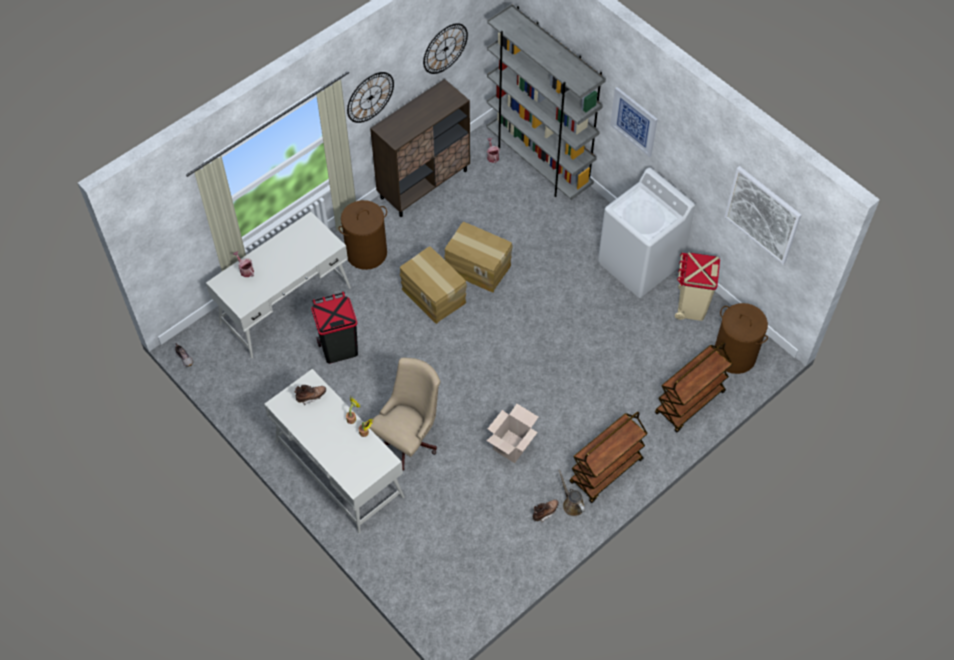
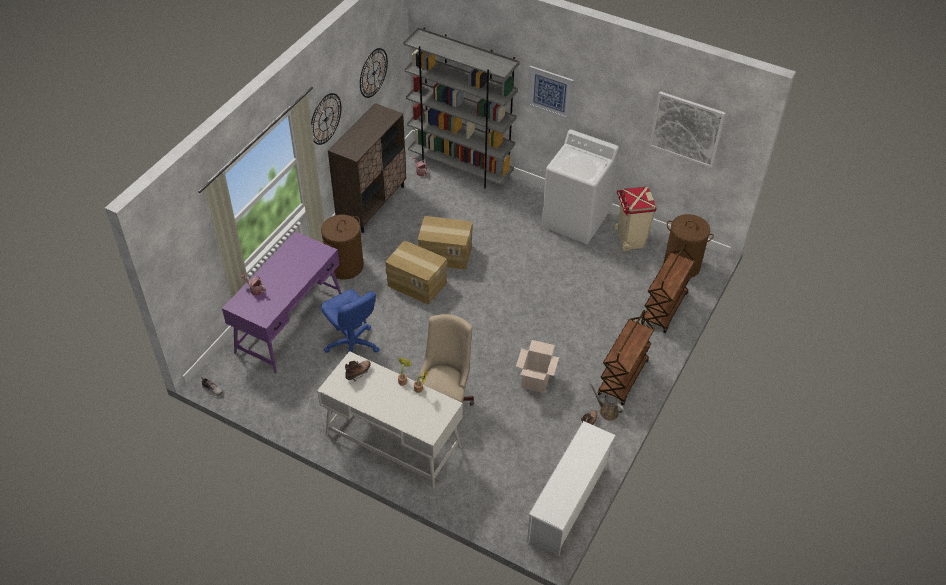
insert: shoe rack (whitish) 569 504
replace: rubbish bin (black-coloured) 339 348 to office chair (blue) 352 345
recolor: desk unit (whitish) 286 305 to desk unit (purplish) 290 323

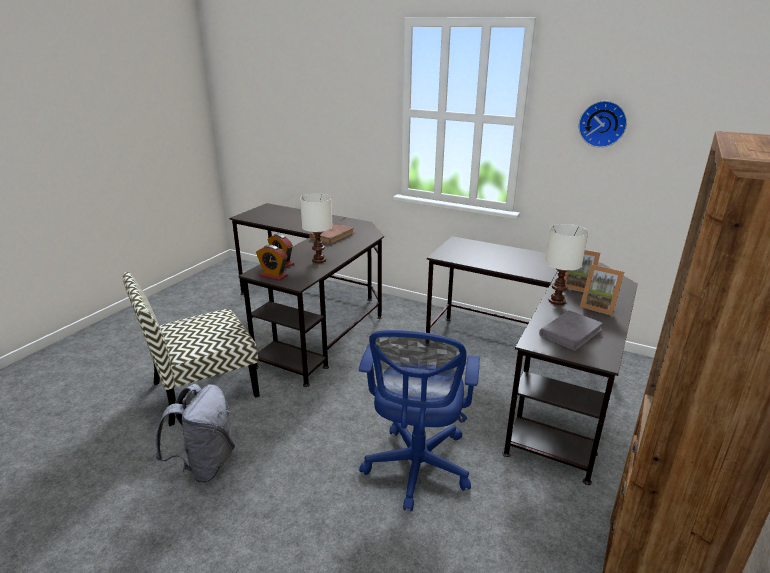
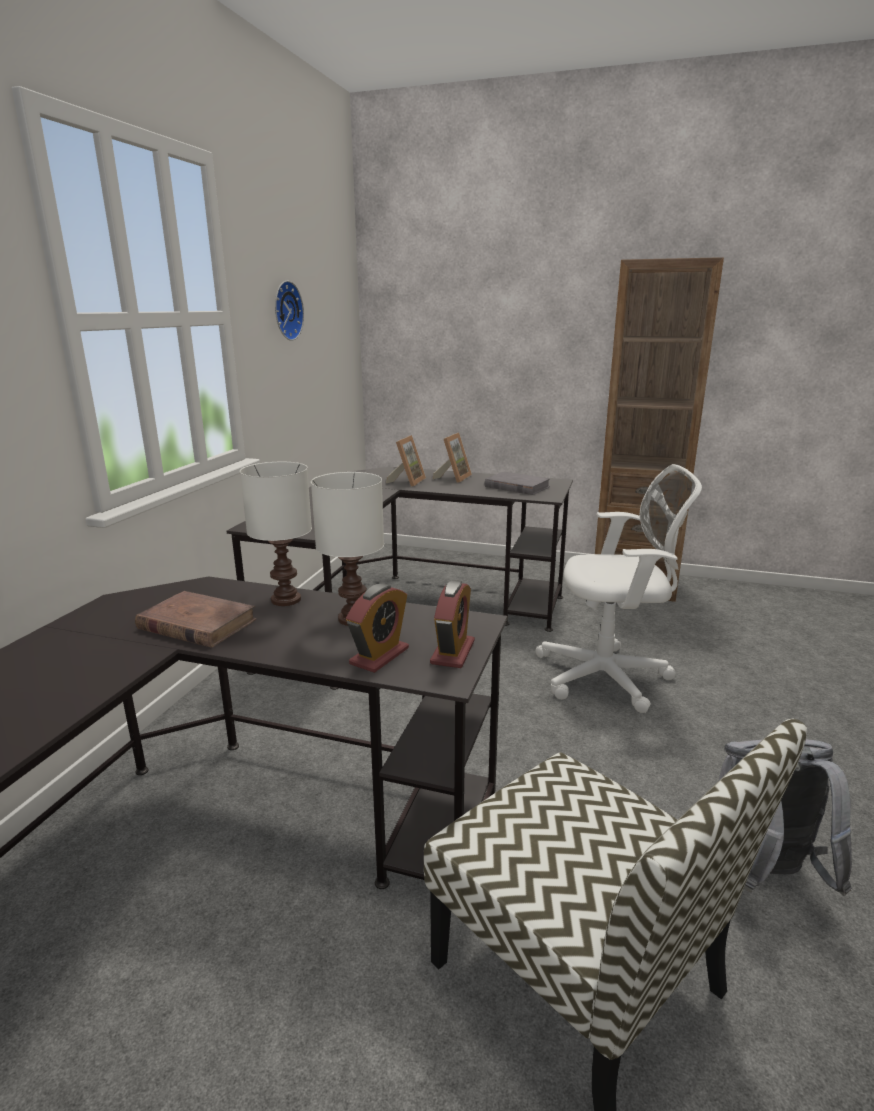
move: table lamp (whitish) 557 301 to 285 599
recolor: office chair (blue) 416 469 to office chair (whitish) 609 677

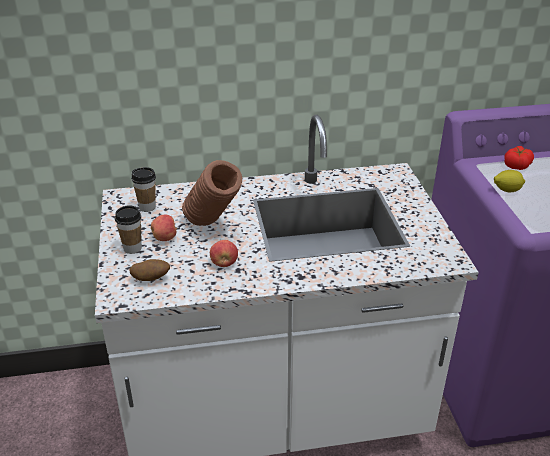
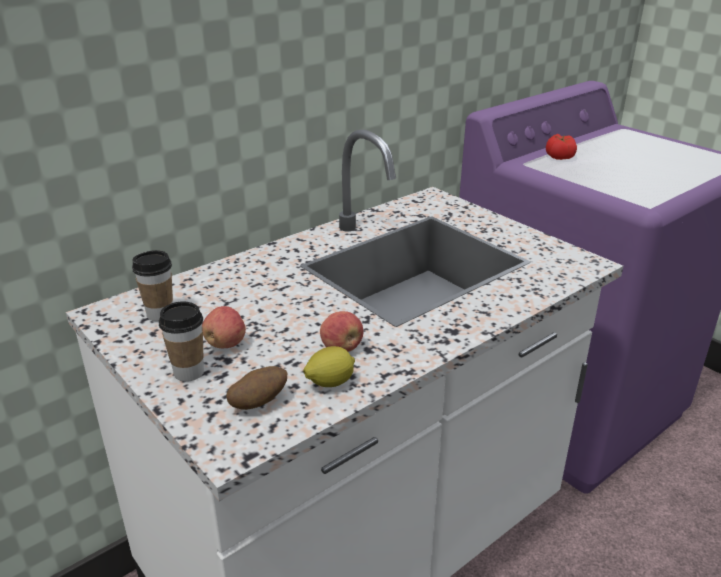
delete: decorative vase (brown-coloured) 213 227
move: lemon 507 190 to 330 383

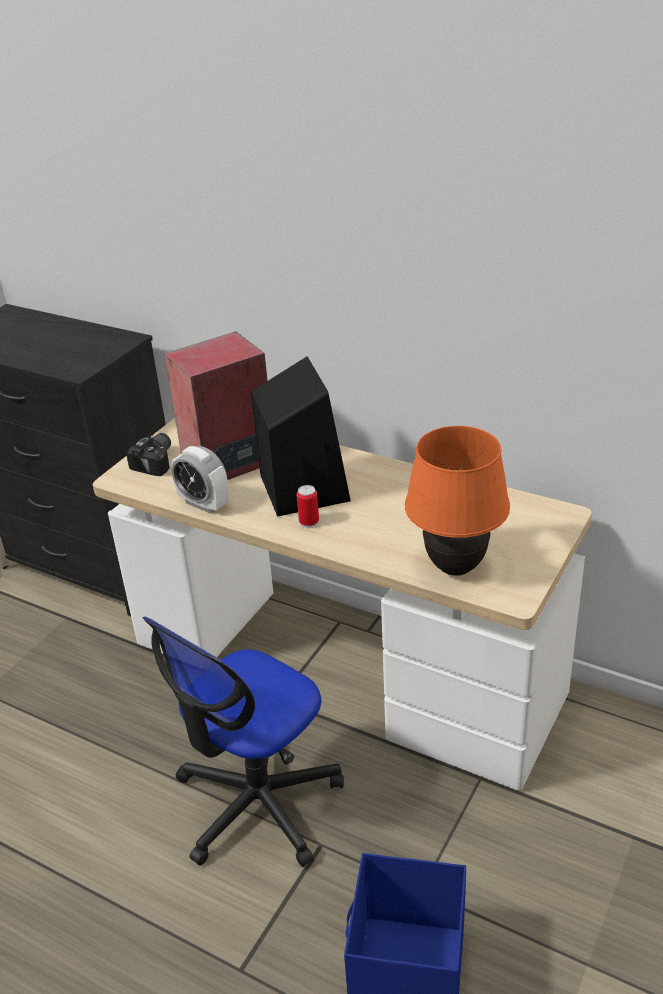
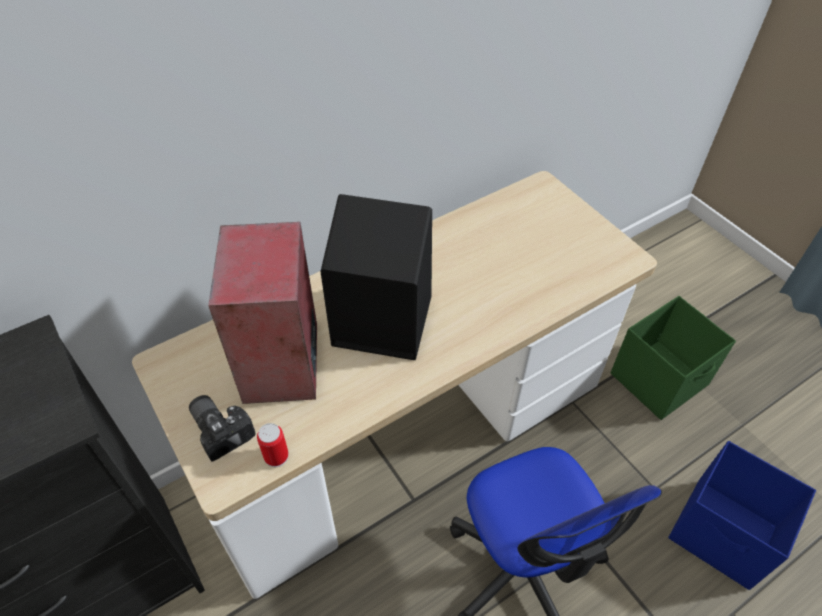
delete: alarm clock 203 504; table lamp (orange-coloured) 455 567
insert: storage container (green-coloured) 660 379
move: can 309 522 to 276 456

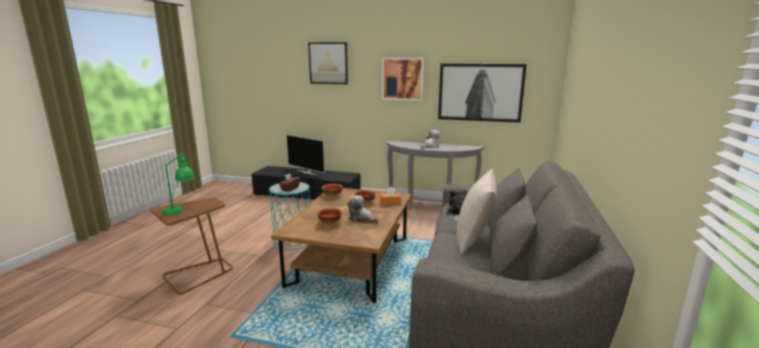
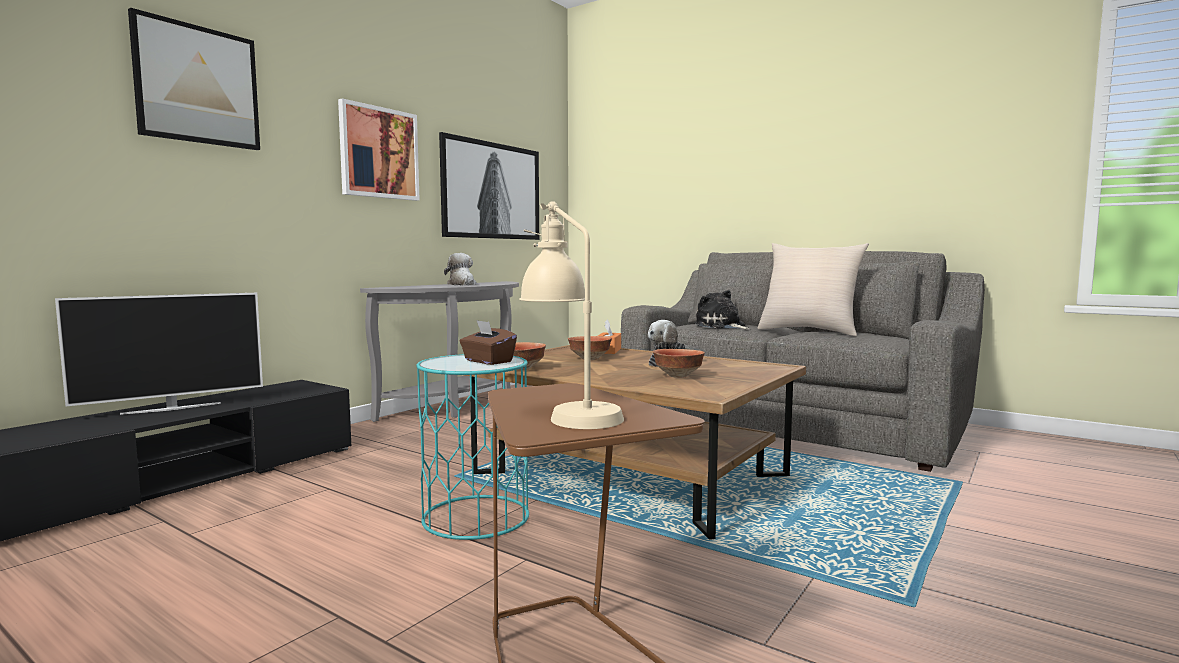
recolor: table lamp (green-coloured) 181 208 to table lamp (sand-coloured) 568 413

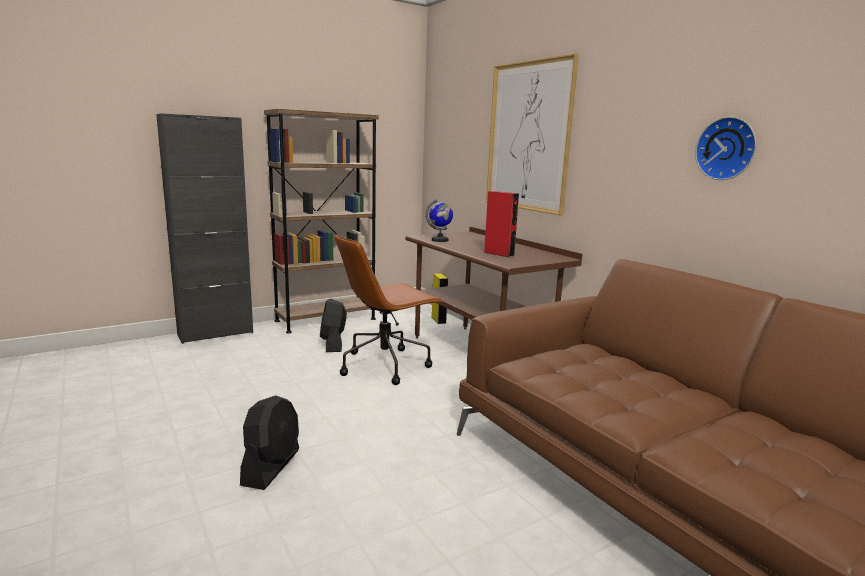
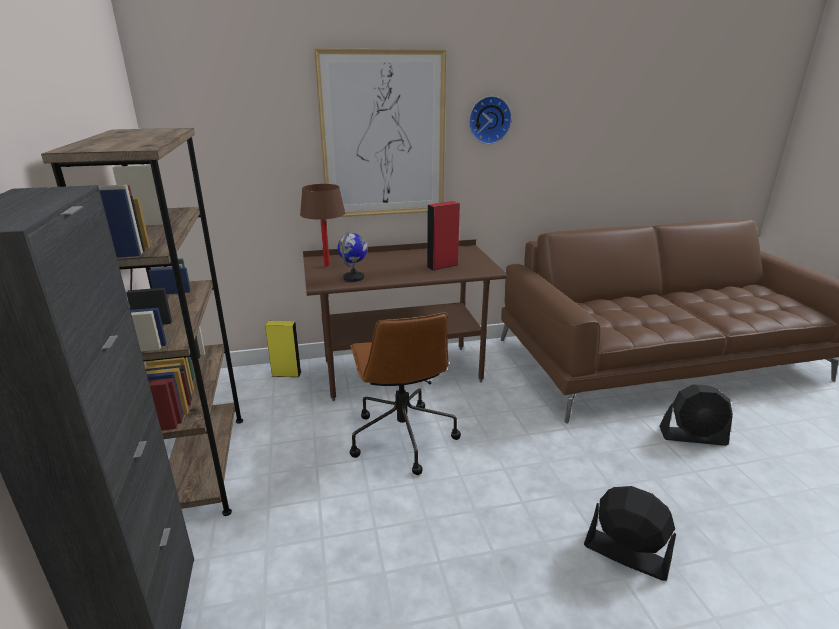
insert: table lamp (brown-coloured) 327 266
move: fan (black-coloured) 333 344 to 693 436; wall clock 727 149 to 489 120

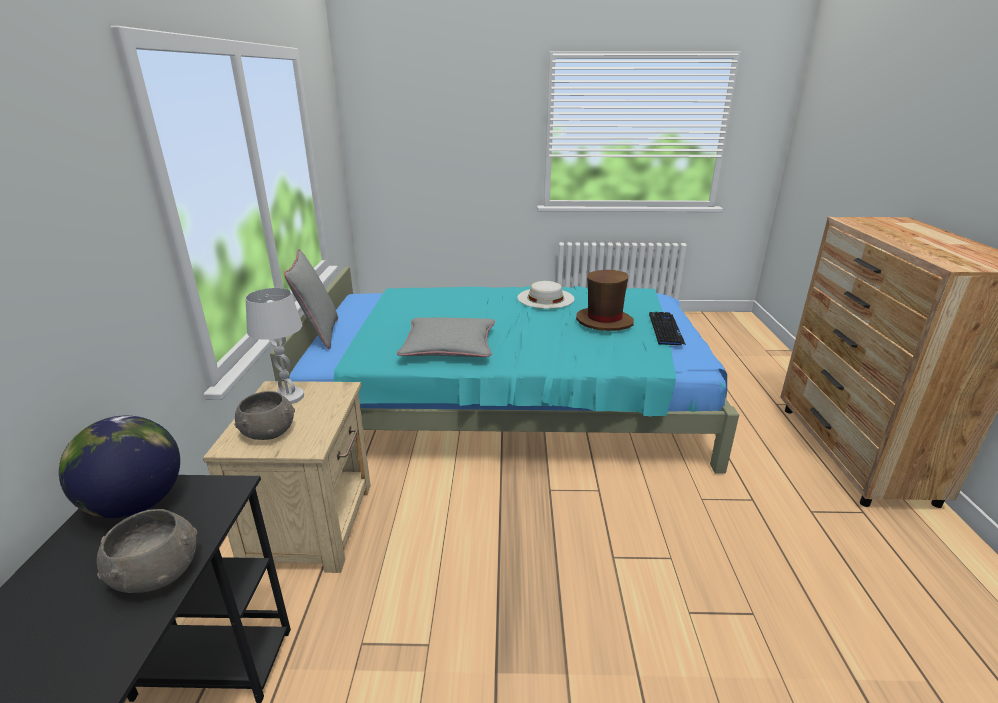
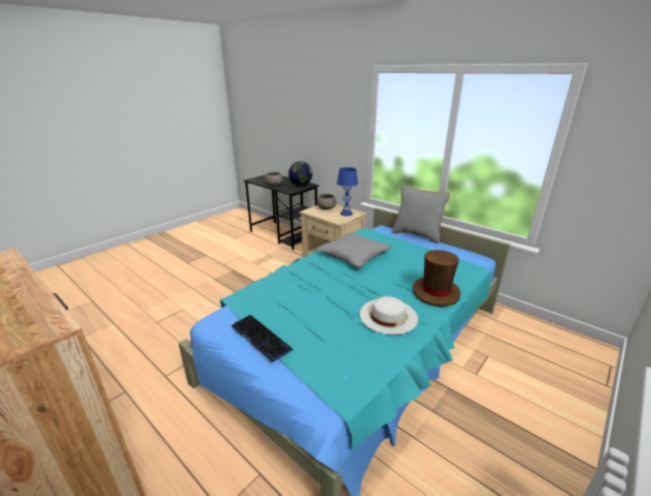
move: clothing hat (brown-coloured) 604 321 to 436 292
recolor: table lamp (whitish) 288 397 to table lamp (blue) 346 213

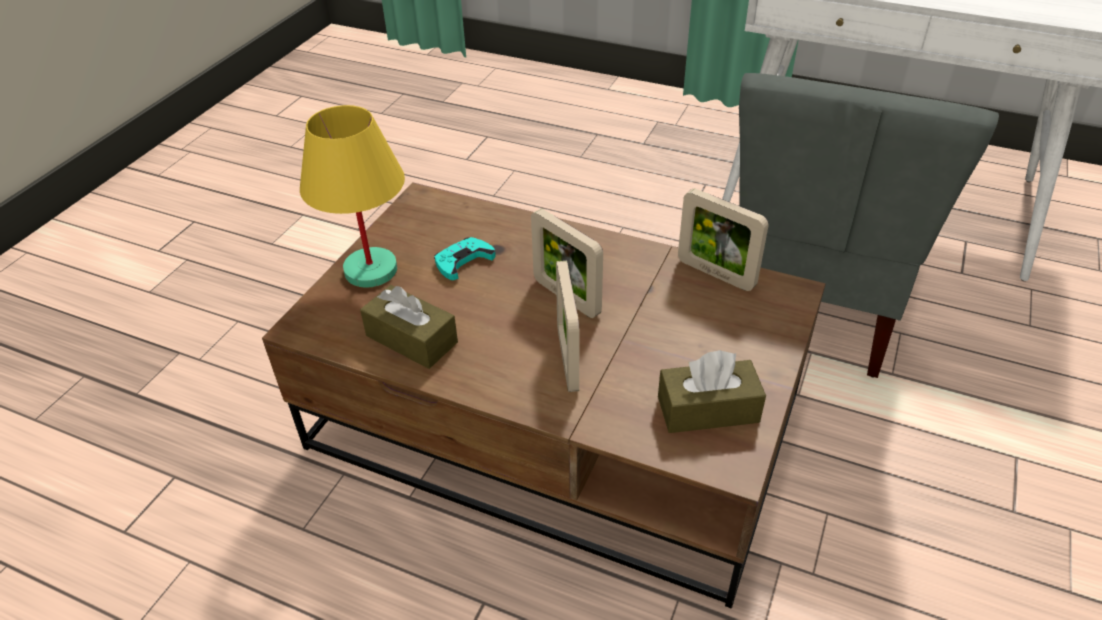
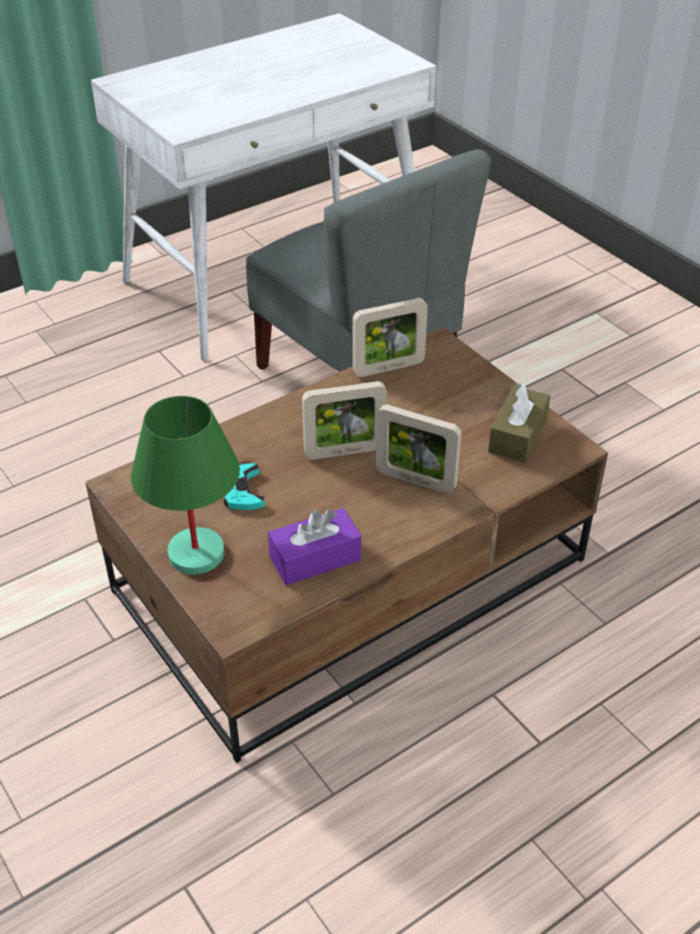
recolor: table lamp (yellow-coloured) 372 270 to table lamp (green-coloured) 197 553; box of tissues (brown-coloured) 411 339 to box of tissues (purplish) 315 558

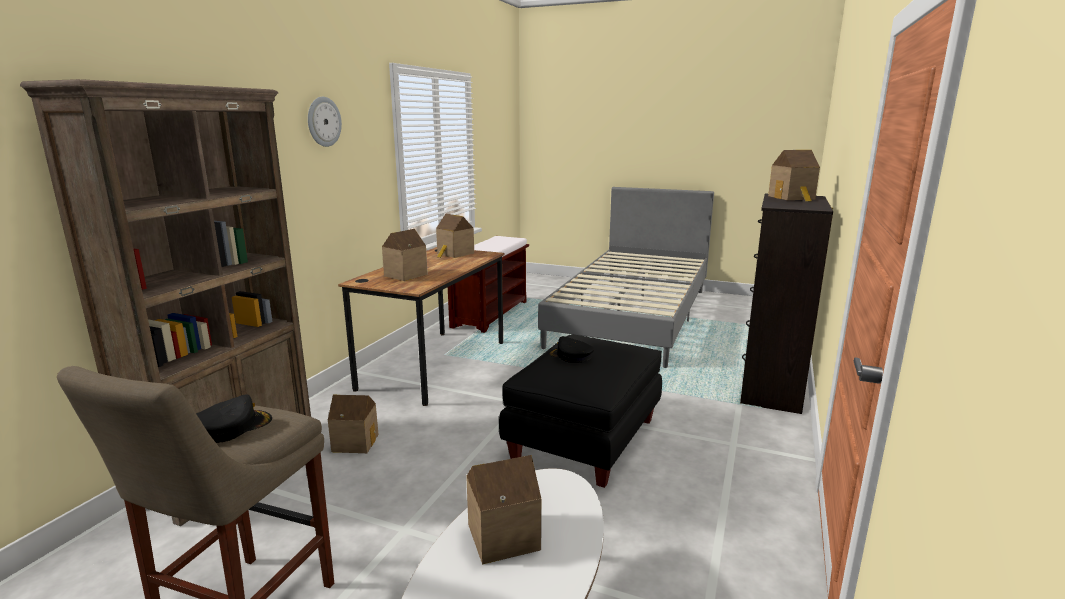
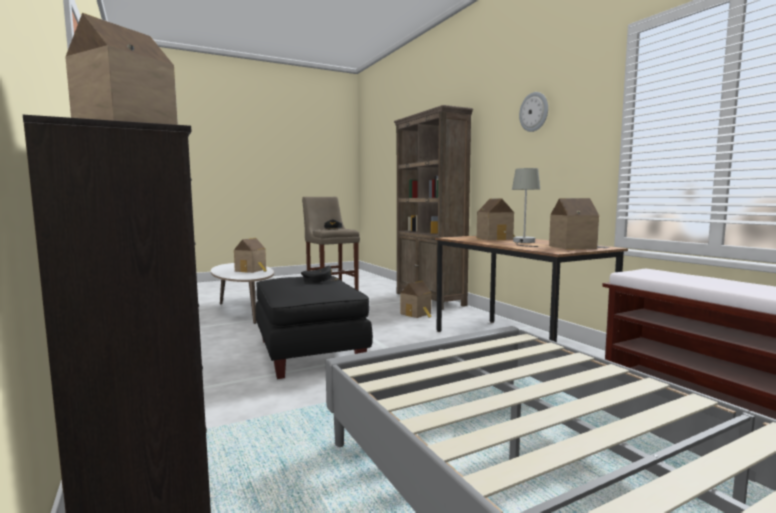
insert: table lamp (greyish) 523 242

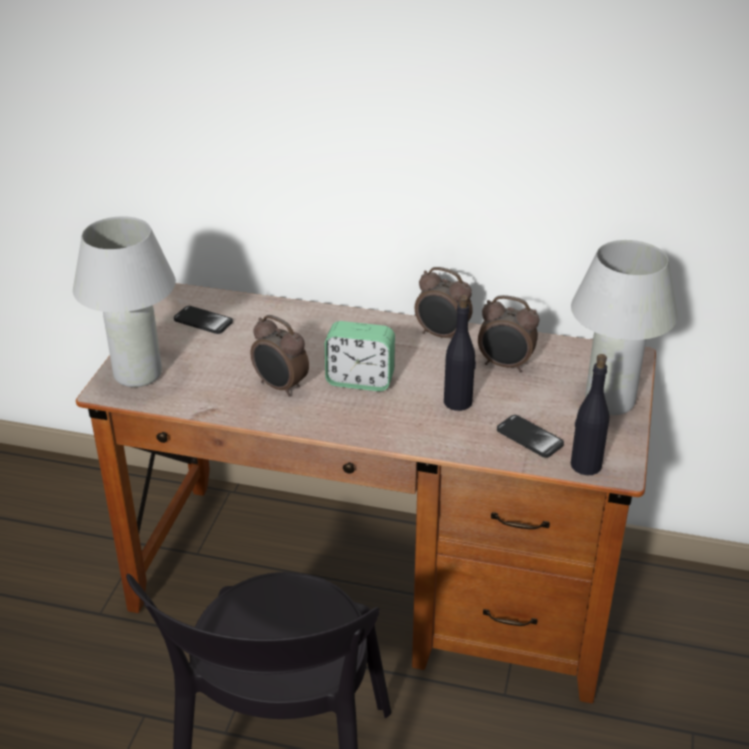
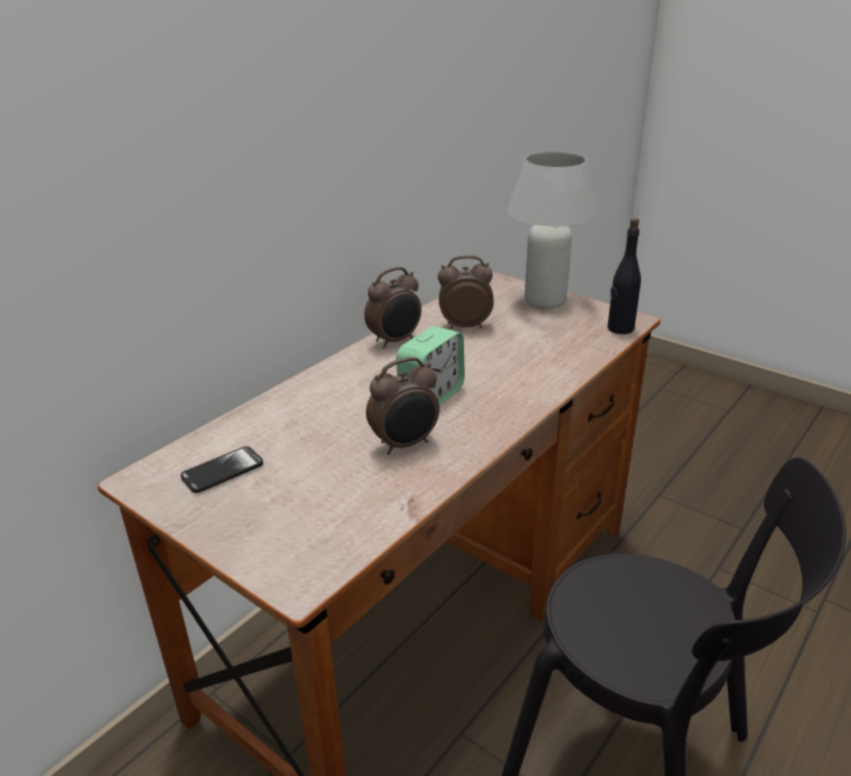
delete: table lamp (whitish) 138 374; bottle (black-coloured) 458 402; handset 529 437
rotate: alarm clock 505 365 = 465 326 135 degrees counterclockwise

